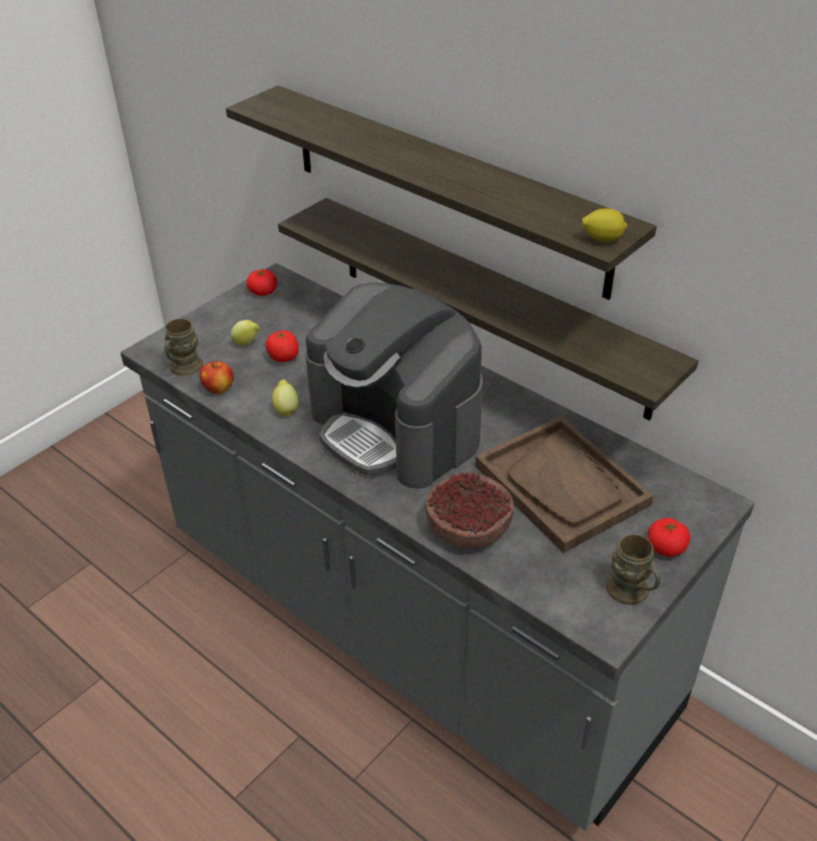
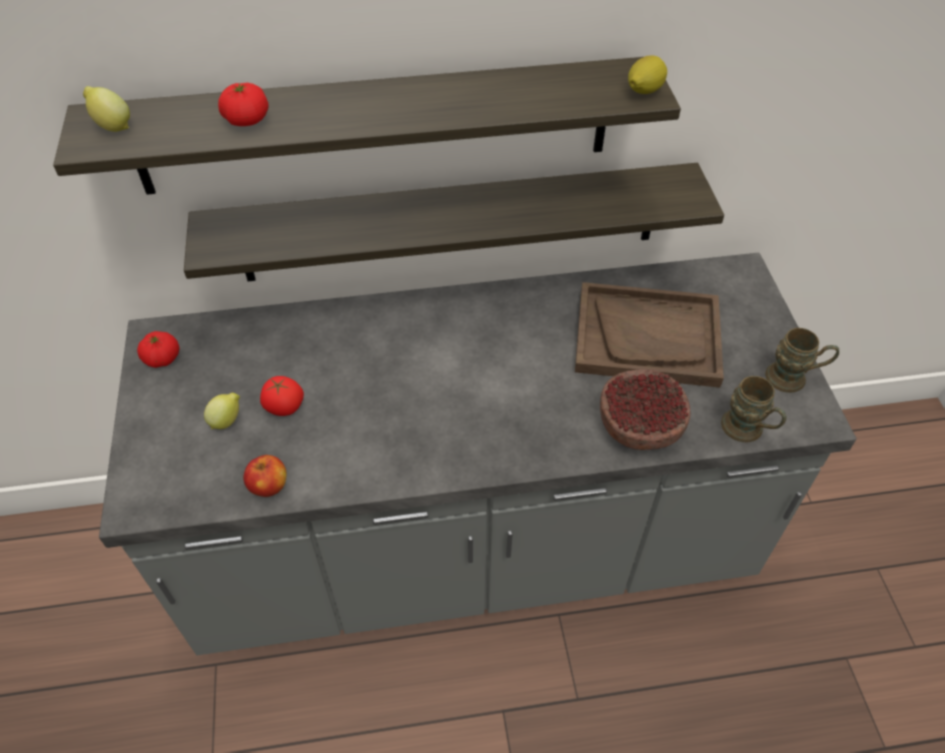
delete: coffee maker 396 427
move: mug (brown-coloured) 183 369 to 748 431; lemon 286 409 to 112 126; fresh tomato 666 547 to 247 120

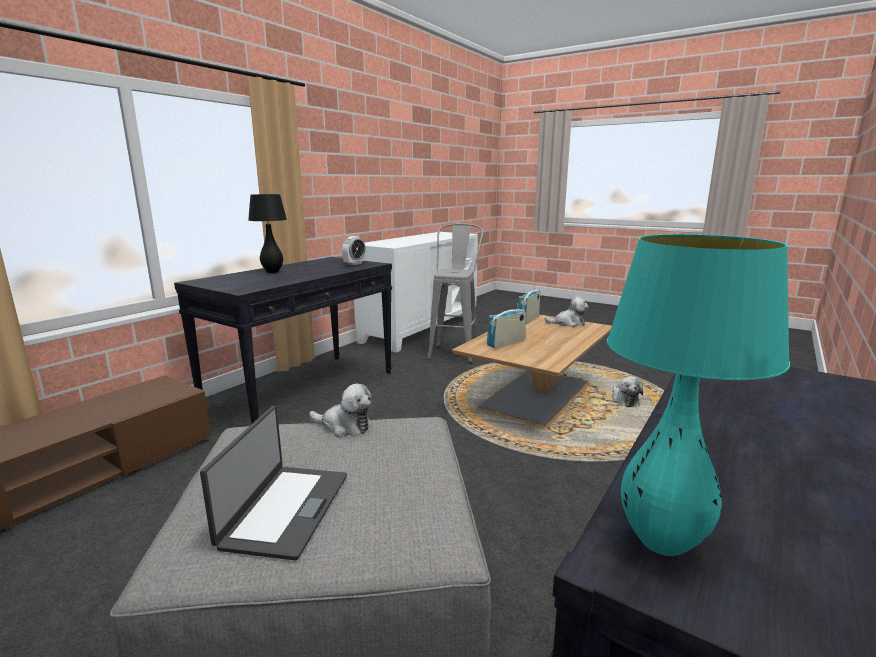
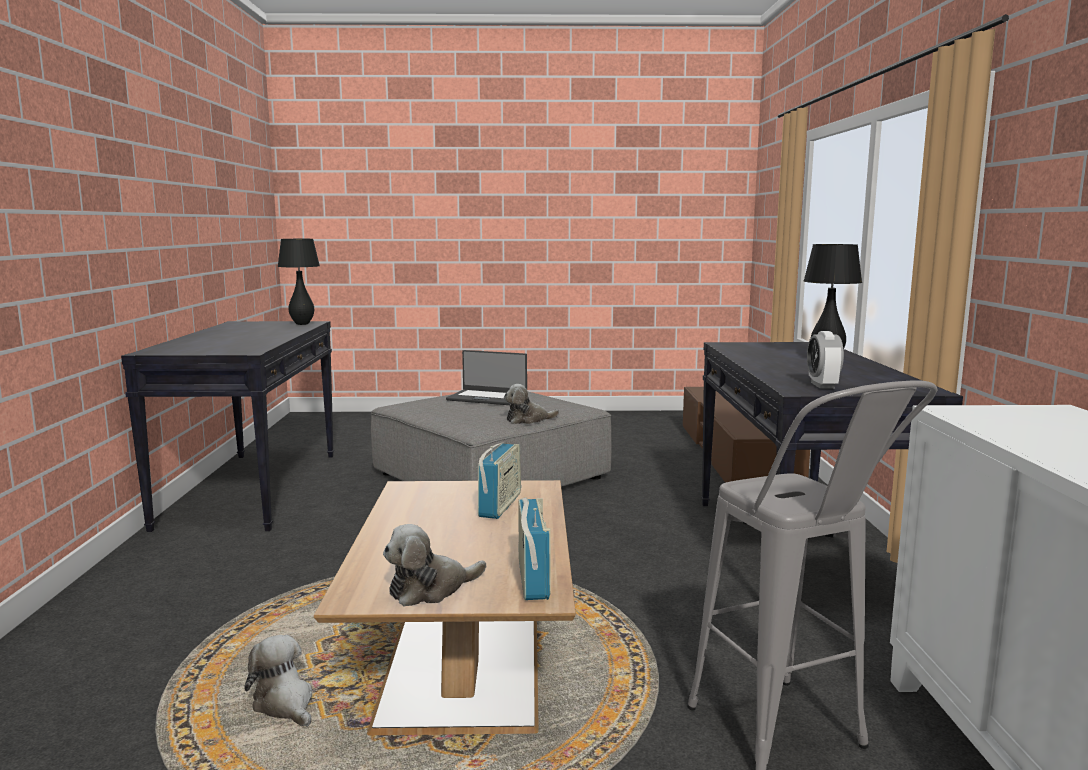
recolor: table lamp (turquoise) 662 542 to table lamp (black-coloured) 302 324
rotate: portable computer 285 509 = 487 398 45 degrees counterclockwise

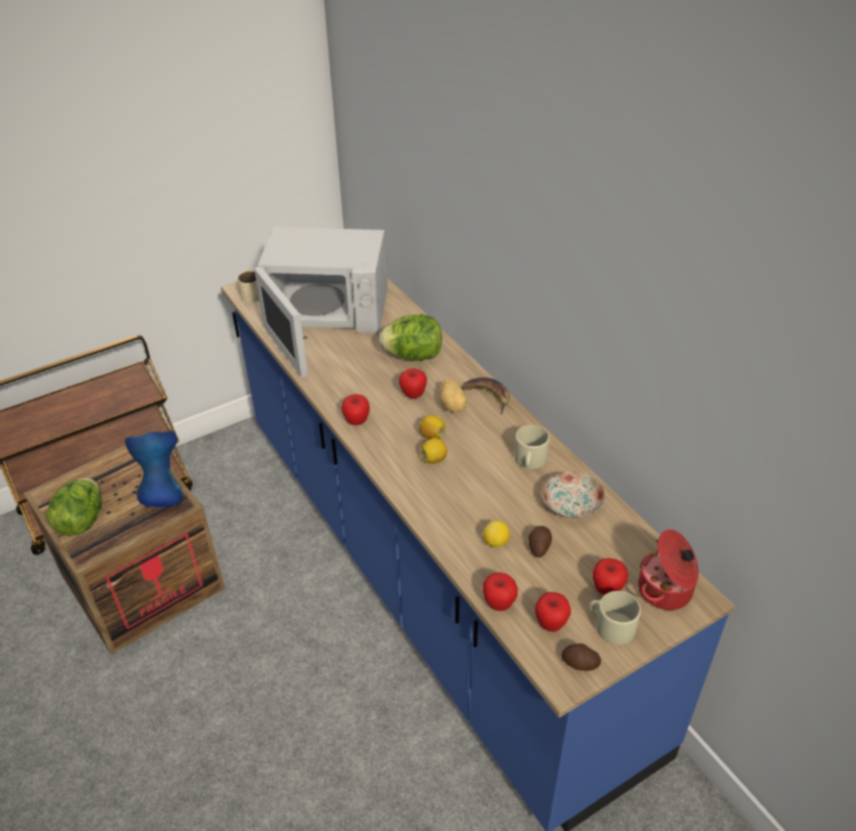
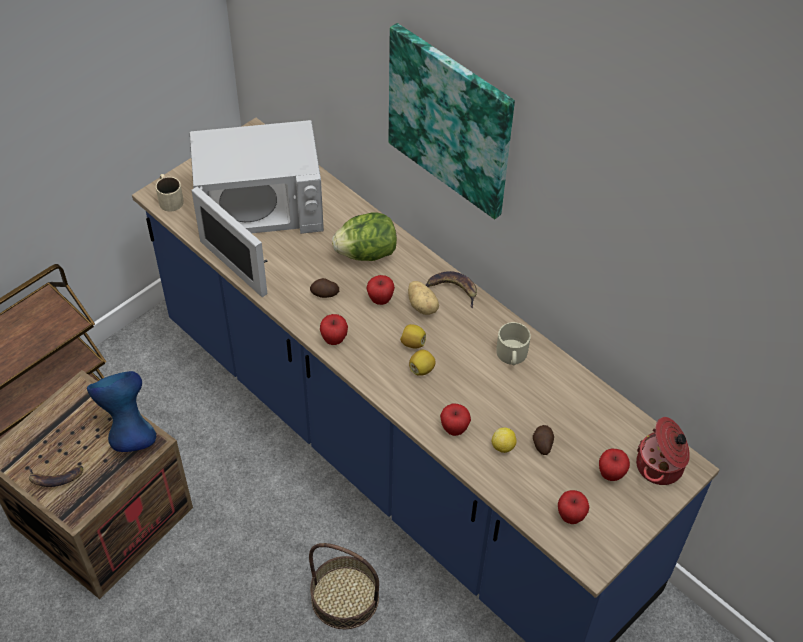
delete: plate 571 503; mug (sand-coloured) 610 625
insert: household basket 345 597; picture 451 120
move: whole apple 499 603 to 454 429; spud 580 664 to 324 294
replace: head of lettuce 82 521 to banana 55 478

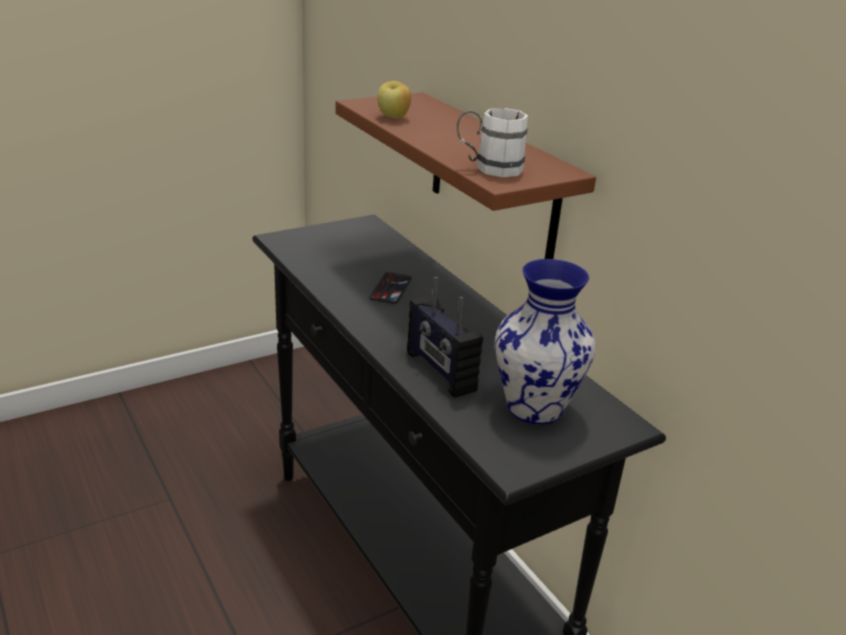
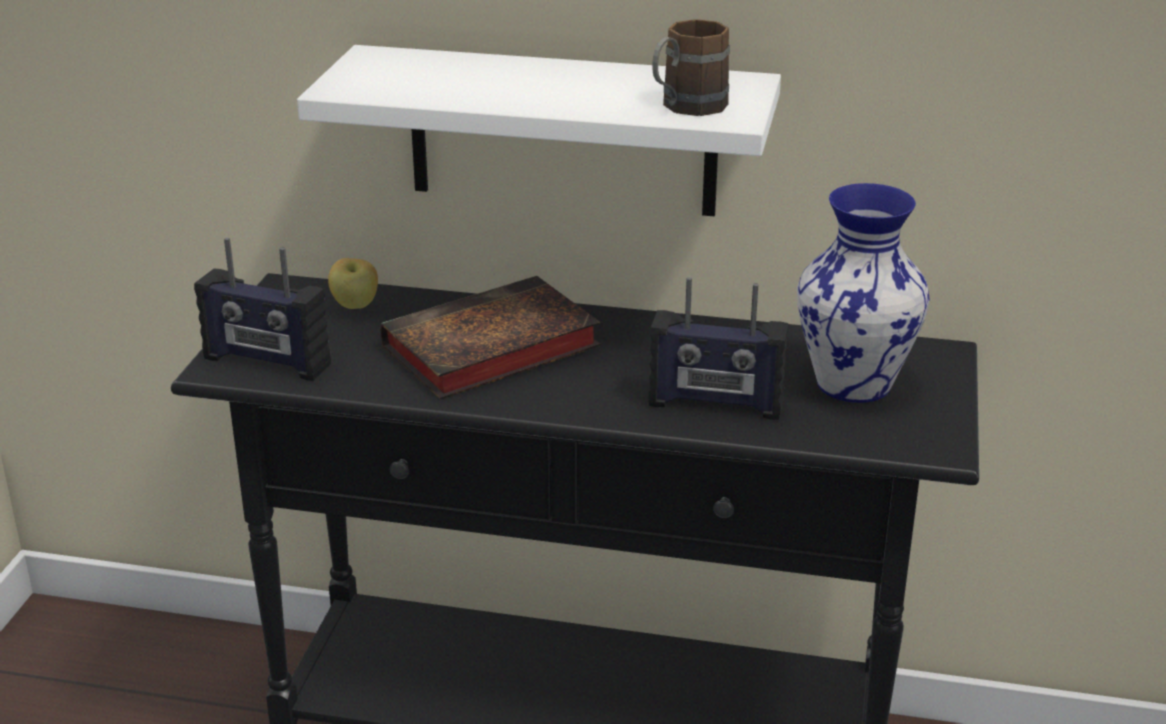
insert: radio 266 362
move: whole apple 393 117 to 355 306
replace: handset 390 288 to volume 487 350
recolor: wall shelf (brown-coloured) 493 178 to wall shelf (whitish) 562 131; mug (whitish) 488 168 to mug (brown-coloured) 685 108

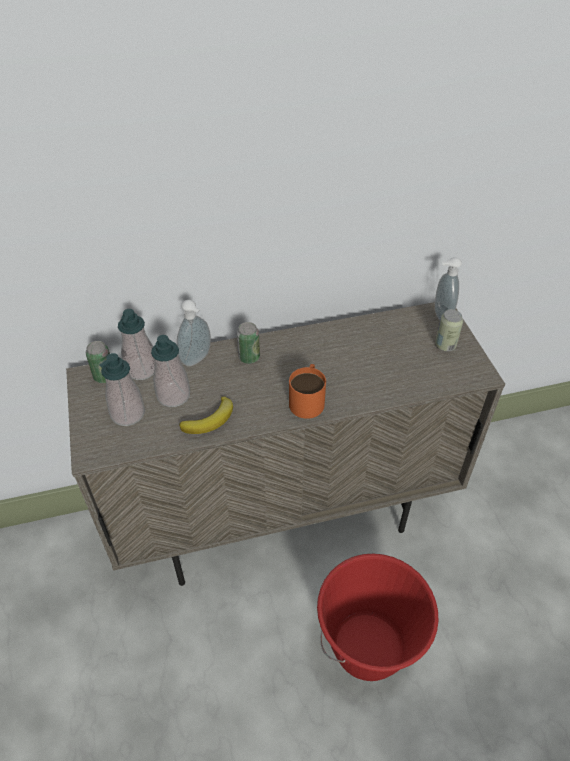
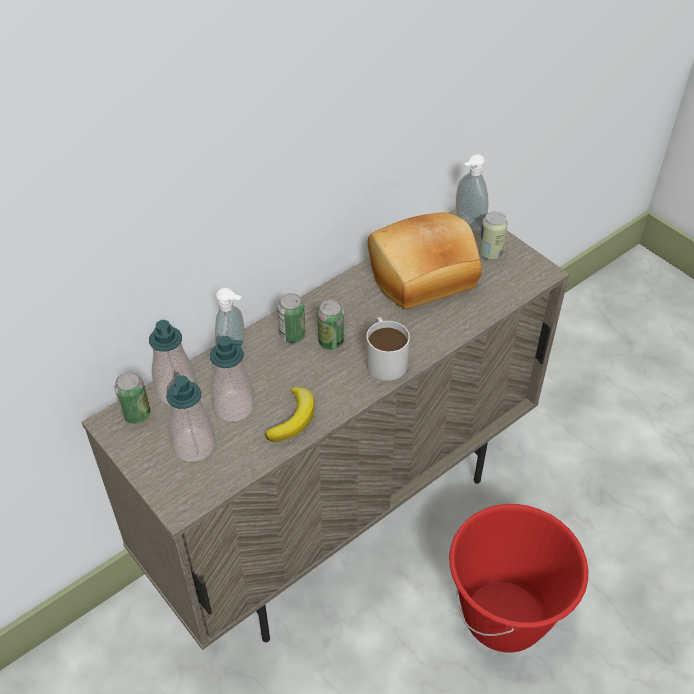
insert: can 331 342; bakery bread 423 277
recolor: mug (orange-coloured) 308 398 to mug (whitish) 384 357

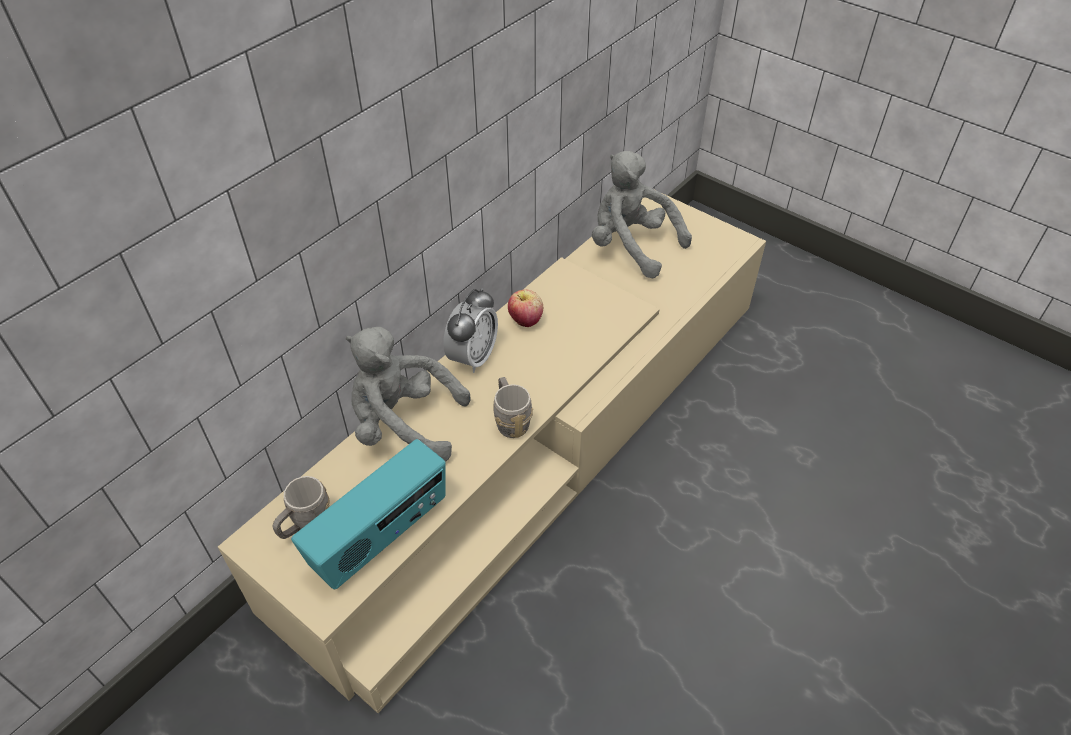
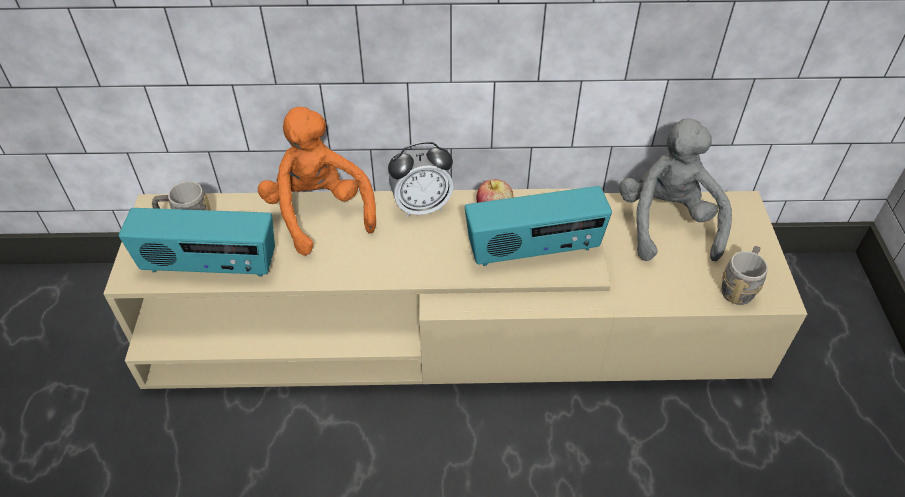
insert: radio 533 250
move: mug (greyish) 510 420 to 739 287
recolor: plush toy (greyish) 403 424 to plush toy (orange-coloured) 319 212

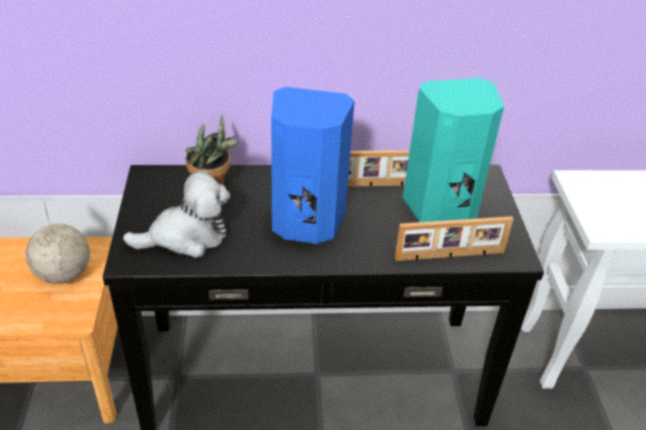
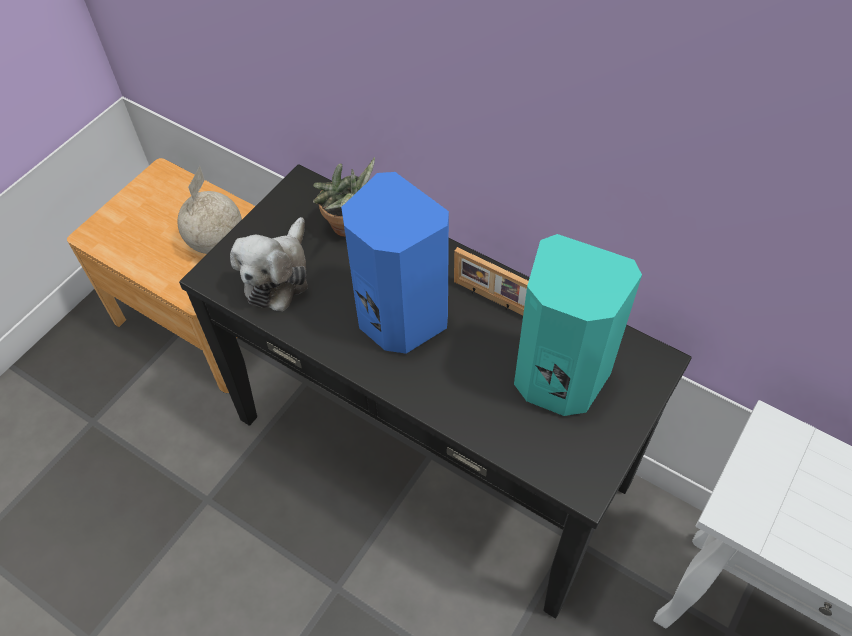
delete: photo frame 450 256
rotate: plush toy 186 236 = 278 275 90 degrees clockwise

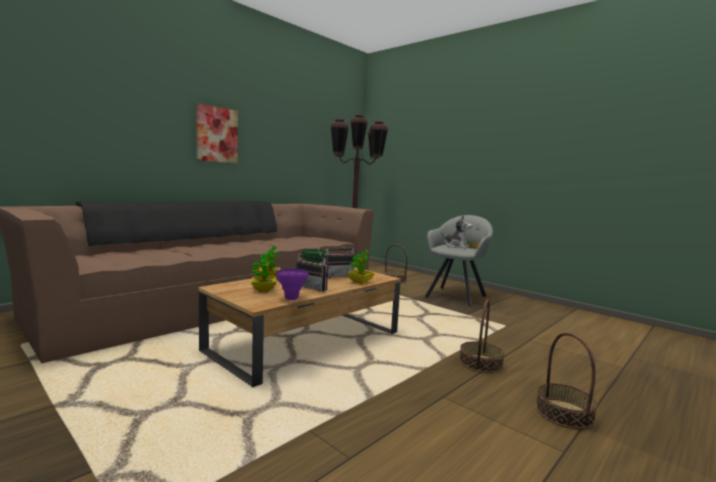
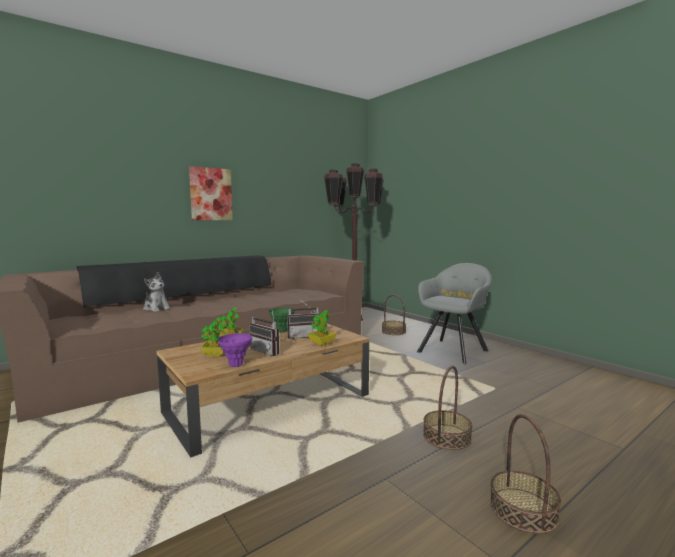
move: plush toy 456 246 to 156 308

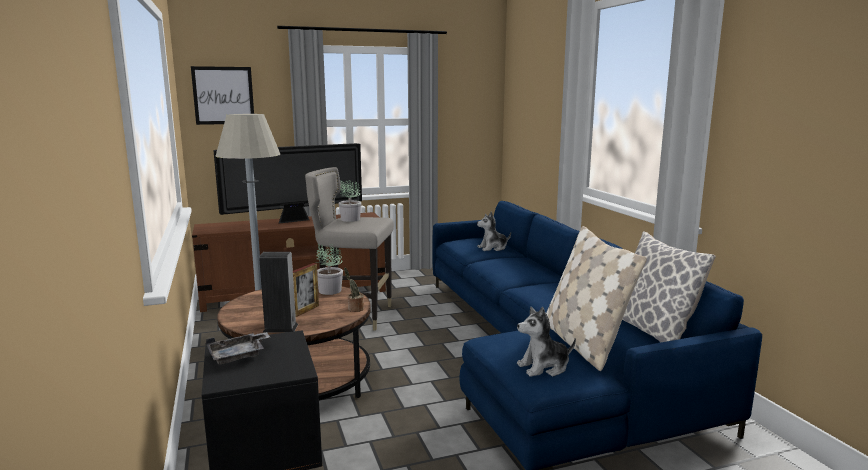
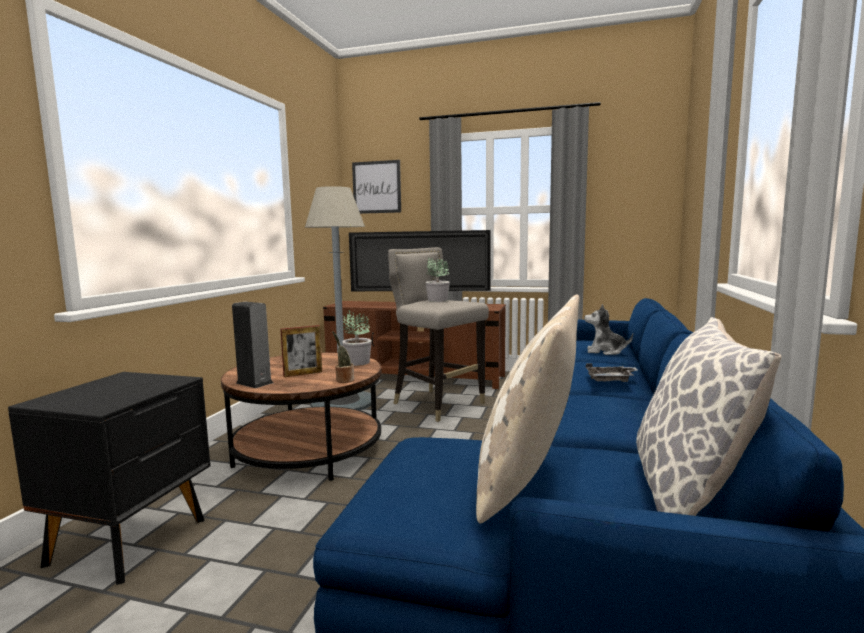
delete: plush toy 544 367
move: serving tray (greyish) 238 356 to 611 380

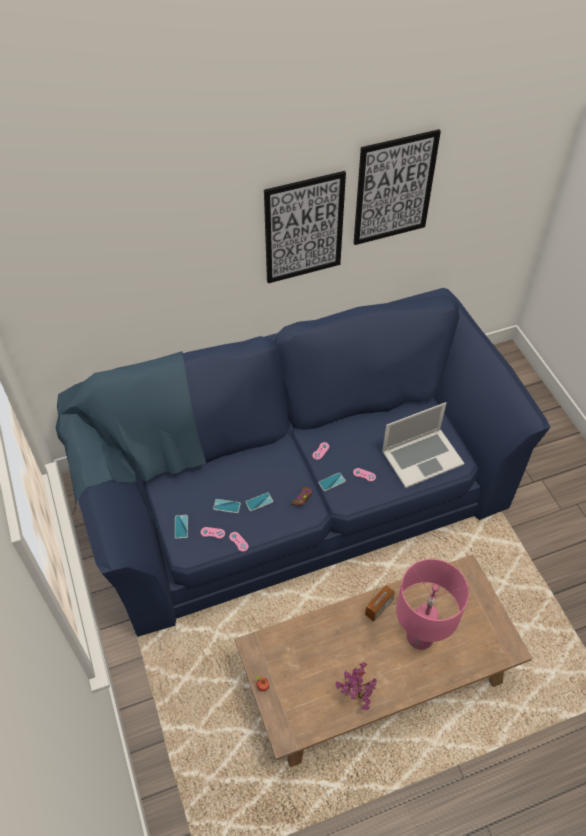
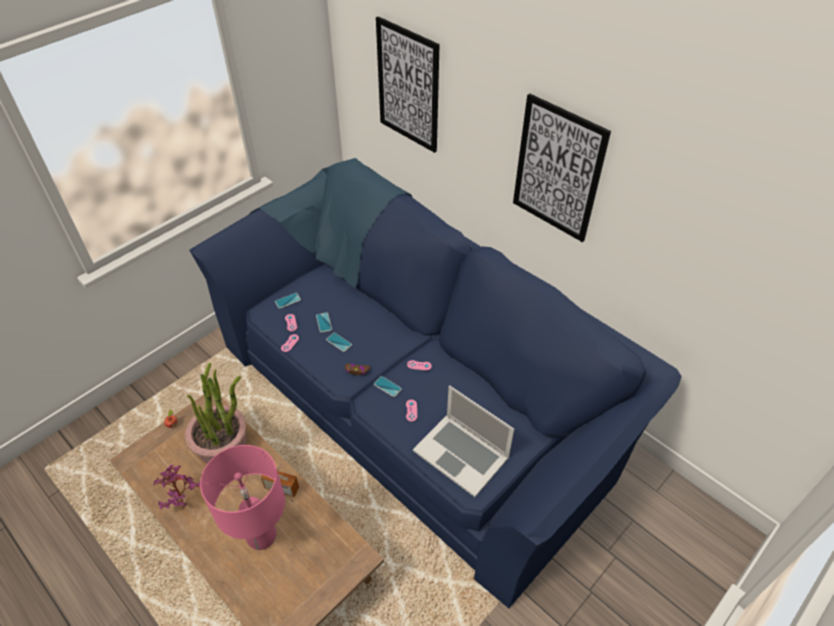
insert: plant in a pot 222 444
move: picture 394 188 to 408 86

